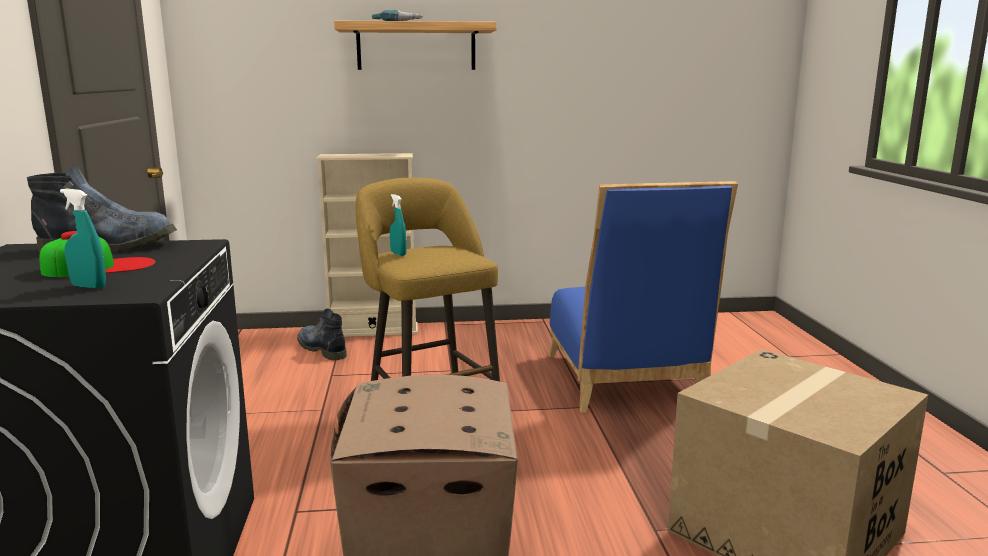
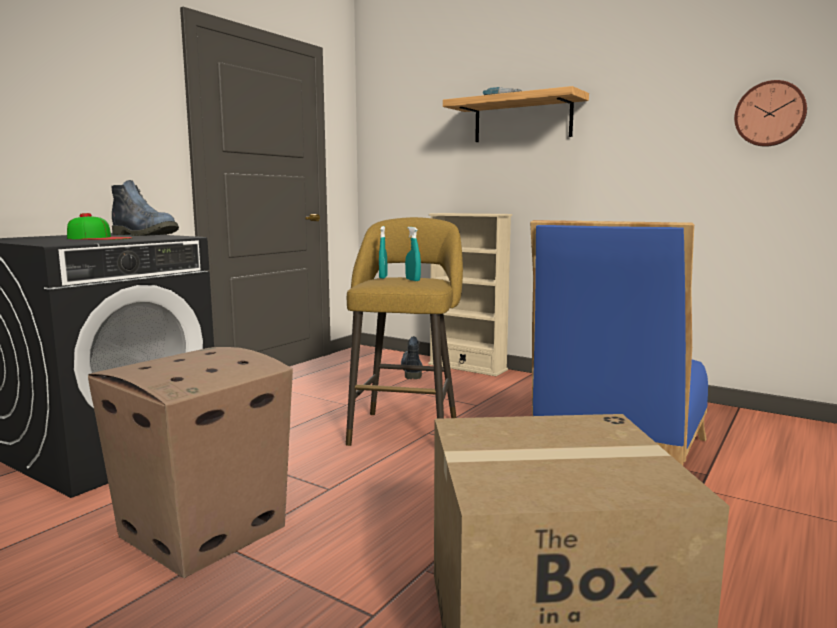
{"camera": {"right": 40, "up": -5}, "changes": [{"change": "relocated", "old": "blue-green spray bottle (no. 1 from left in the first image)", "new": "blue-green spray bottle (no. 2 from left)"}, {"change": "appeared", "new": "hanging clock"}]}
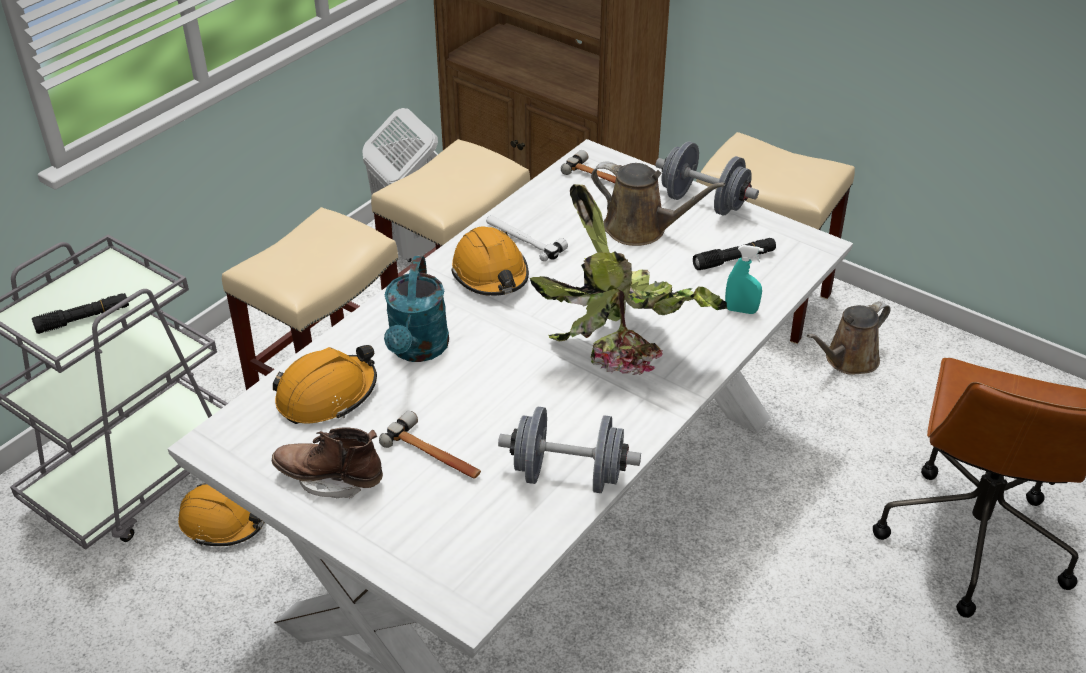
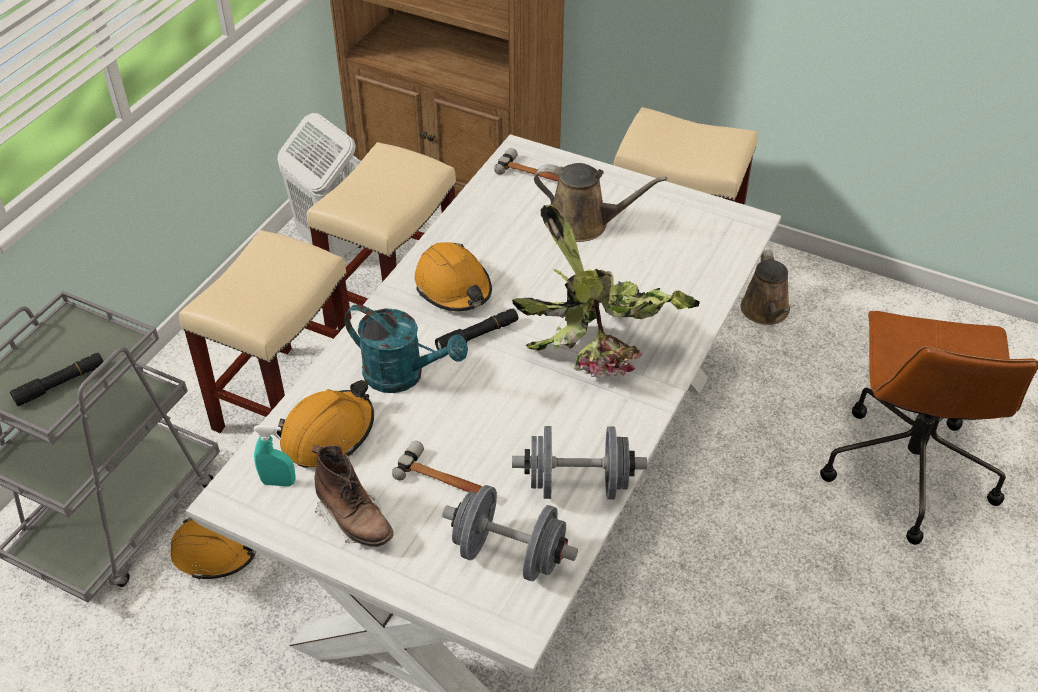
{"camera": {"right": -10, "up": 5}, "changes": [{"change": "relocated", "old": "blue-green spray bottle"}, {"change": "spun", "old": "brown tall boot", "degrees": -135}, {"change": "spun", "old": "blue-green watering pot", "degrees": -60}, {"change": "relocated", "old": "black flashlight (no. 2 from left)"}, {"change": "relocated", "old": "greyish hand weight (no. 2 from left in the first image)", "new": "greyish hand weight (no. 1 from left)"}, {"change": "spun", "old": "brown watering pot (no. 2 from left)", "degrees": -45}, {"change": "missing", "old": "hand hammer (no. 2 from left)"}]}
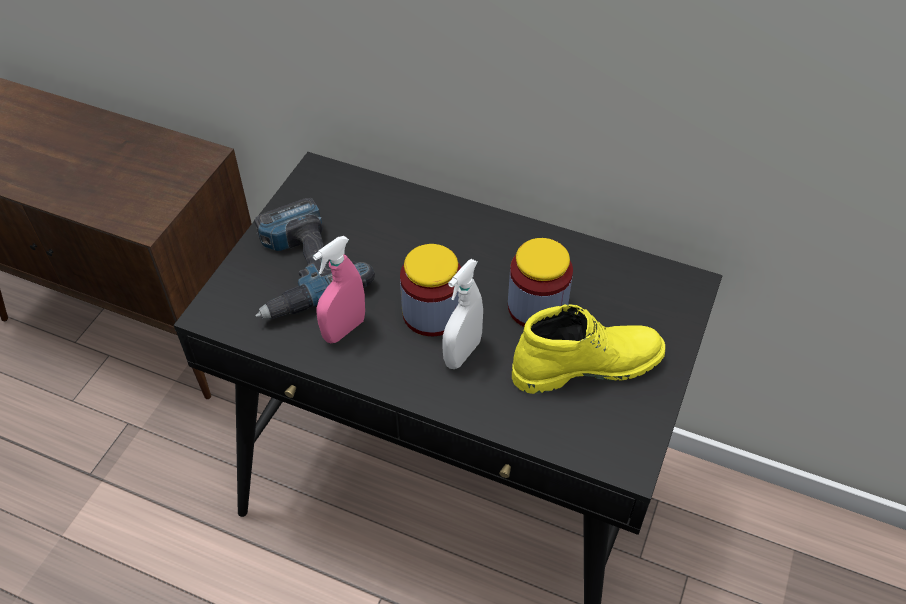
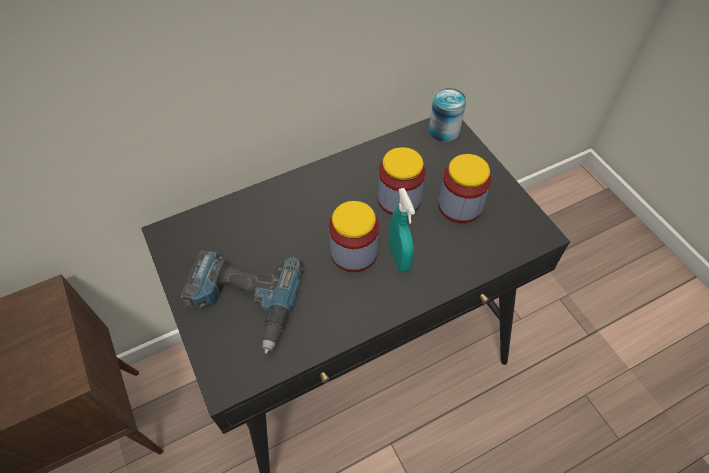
{"camera": {"right": -50, "up": 5}, "changes": [{"change": "colour", "old": "whitish spray bottle", "new": "blue-green spray bottle"}, {"change": "appeared", "new": "can"}, {"change": "exchanged", "old": "yellow tall boot", "new": "preserve jar (no. 3 from left)"}, {"change": "missing", "old": "pink-coloured spray bottle"}]}
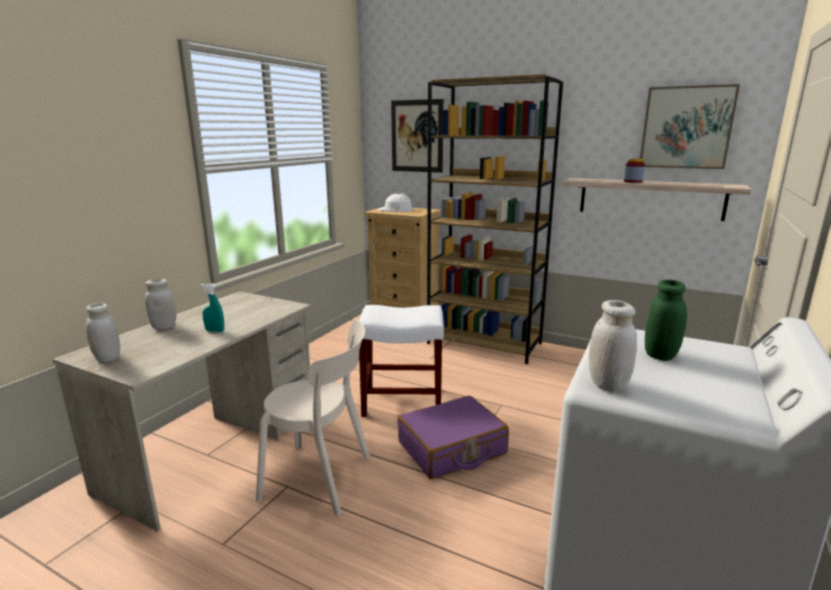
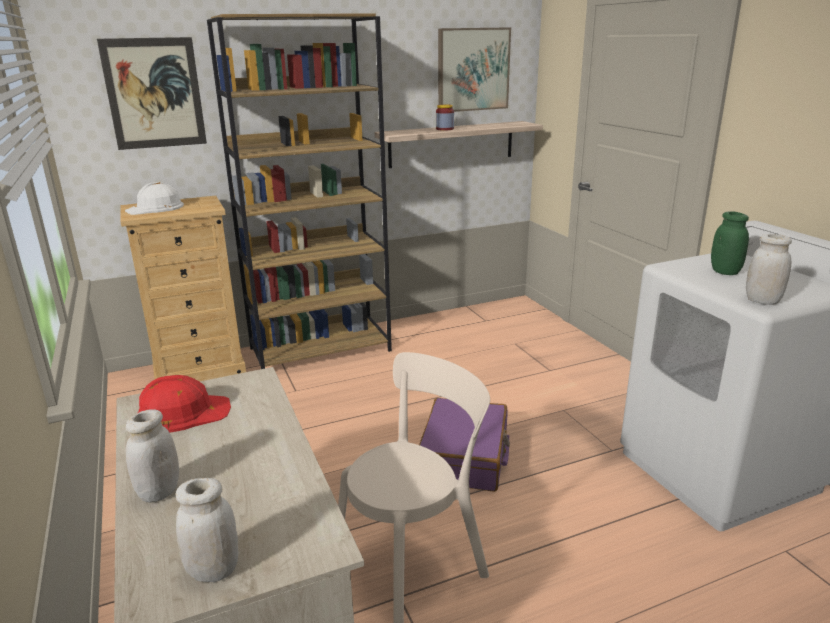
{"camera": {"right": -50, "up": 5}, "changes": [{"change": "appeared", "new": "red safety helmet"}, {"change": "missing", "old": "blue-green spray bottle"}, {"change": "missing", "old": "whitish stool"}]}
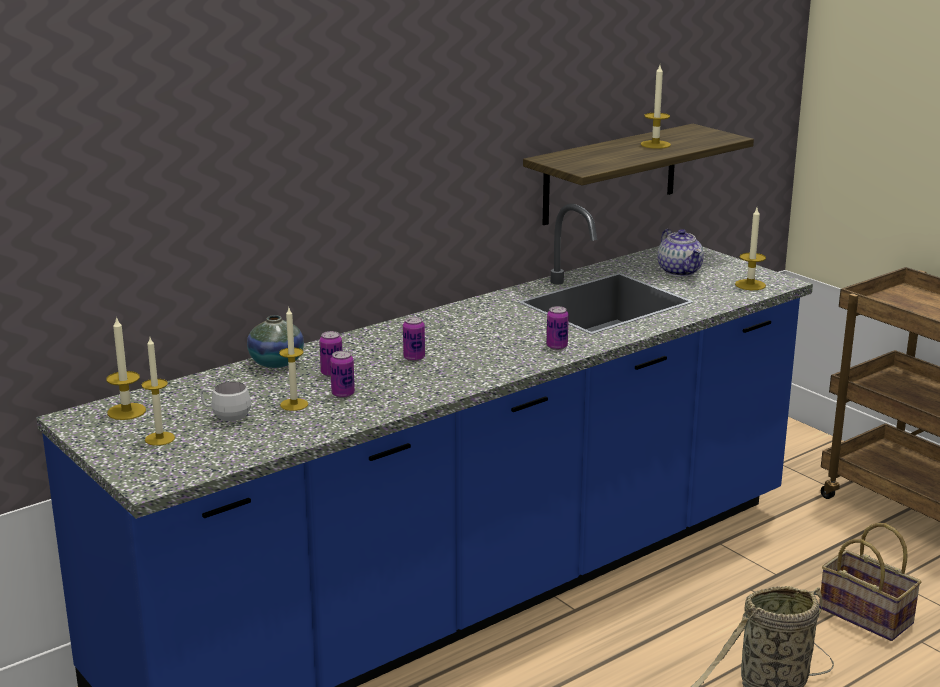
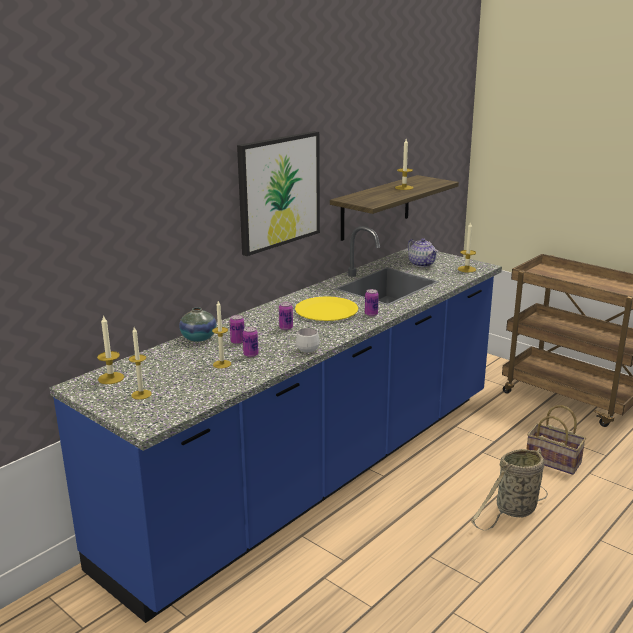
{"camera": {"right": -10, "up": 0}, "changes": [{"change": "appeared", "new": "wall picture"}, {"change": "relocated", "old": "whitish coffee mug"}, {"change": "appeared", "new": "yellow plate"}]}
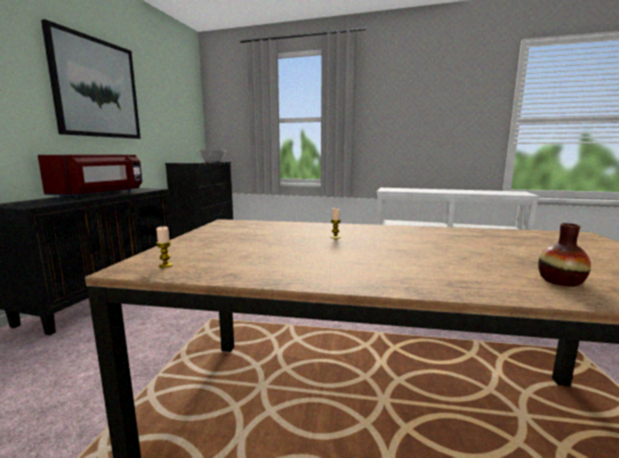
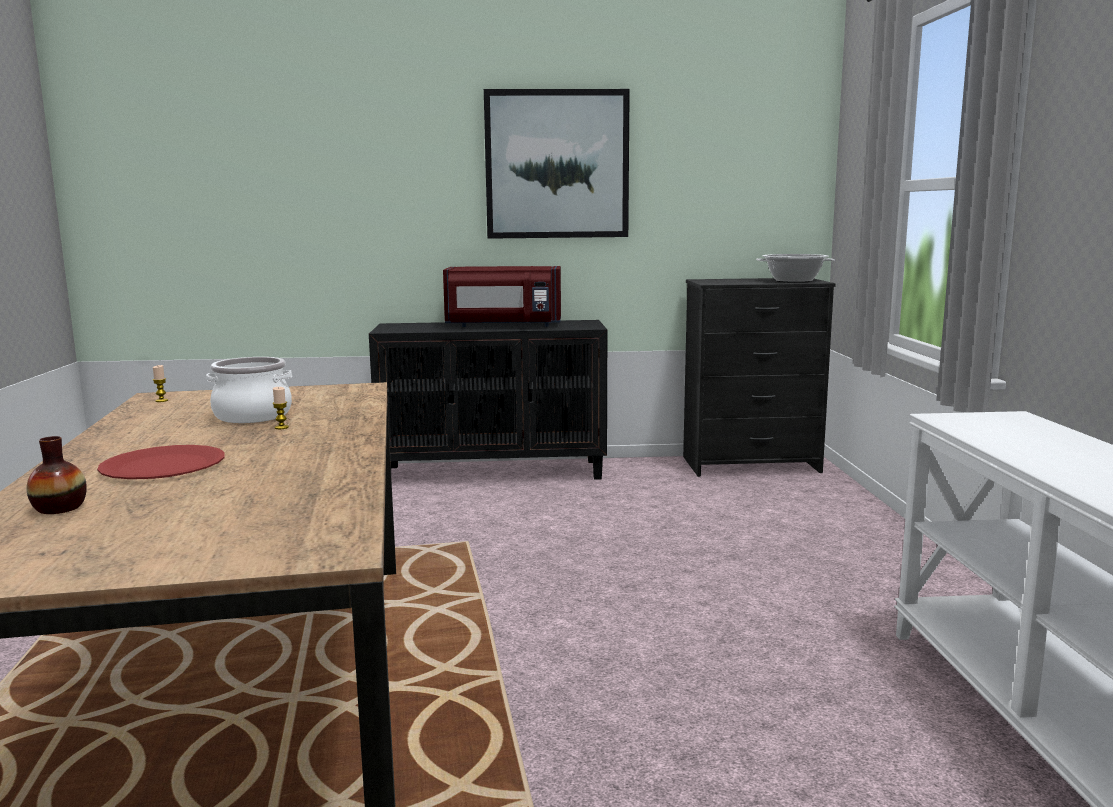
{"camera": {"right": 70, "up": 0}, "changes": [{"change": "appeared", "new": "red plate"}, {"change": "appeared", "new": "stockpot (no. 1 from left)"}]}
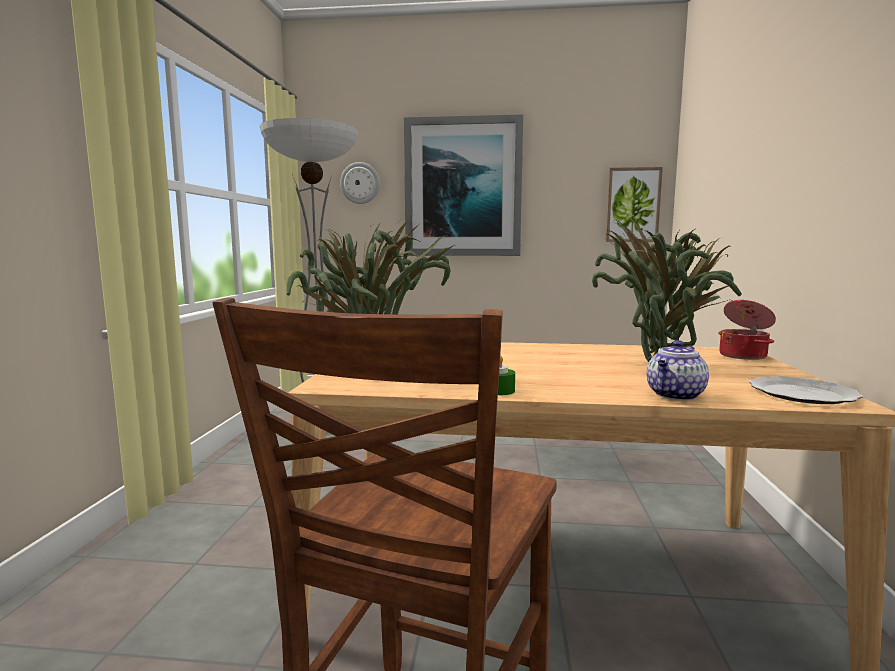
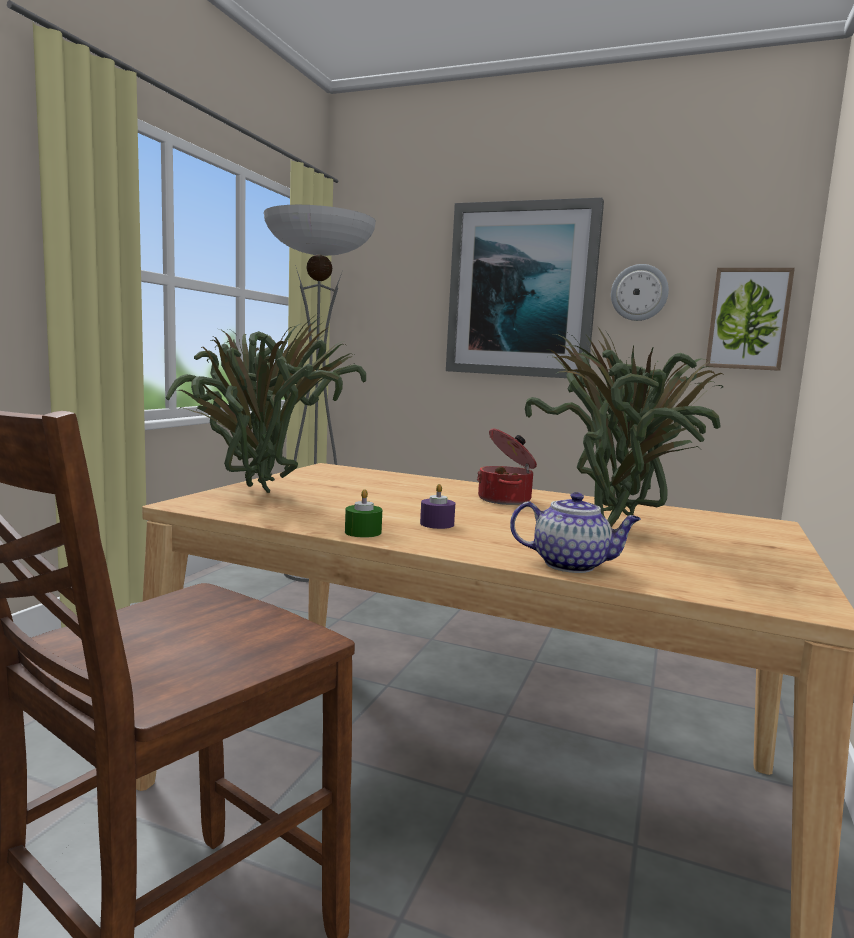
{"camera": {"right": 15, "up": 0}, "changes": [{"change": "appeared", "new": "purple-coloured candle"}, {"change": "relocated", "old": "stockpot"}, {"change": "spun", "old": "pot for tea", "degrees": -135}, {"change": "relocated", "old": "hanging clock"}, {"change": "missing", "old": "plate"}]}
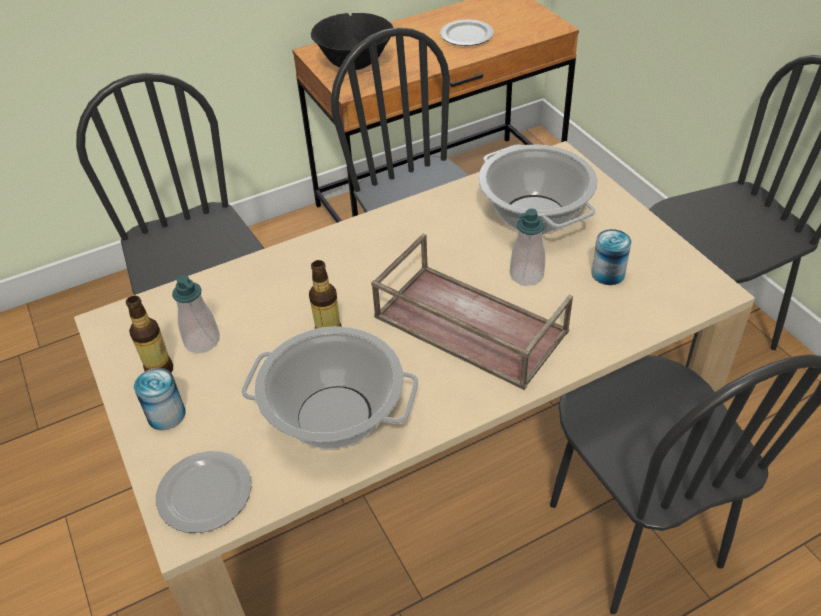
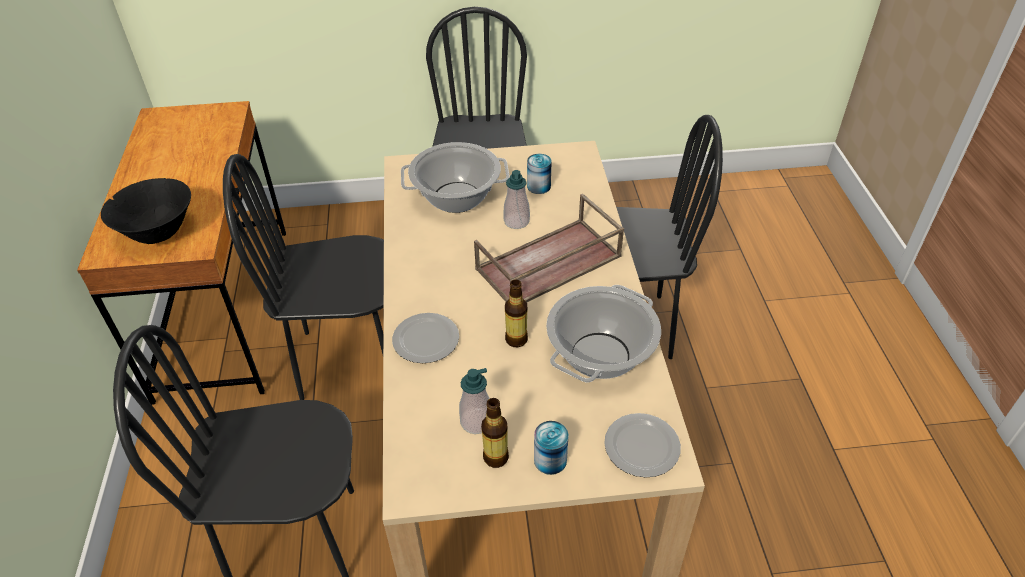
{"camera": {"right": -70, "up": 0}, "changes": [{"change": "relocated", "old": "plate (no. 2 from left in the first image)", "new": "plate (no. 1 from left)"}]}
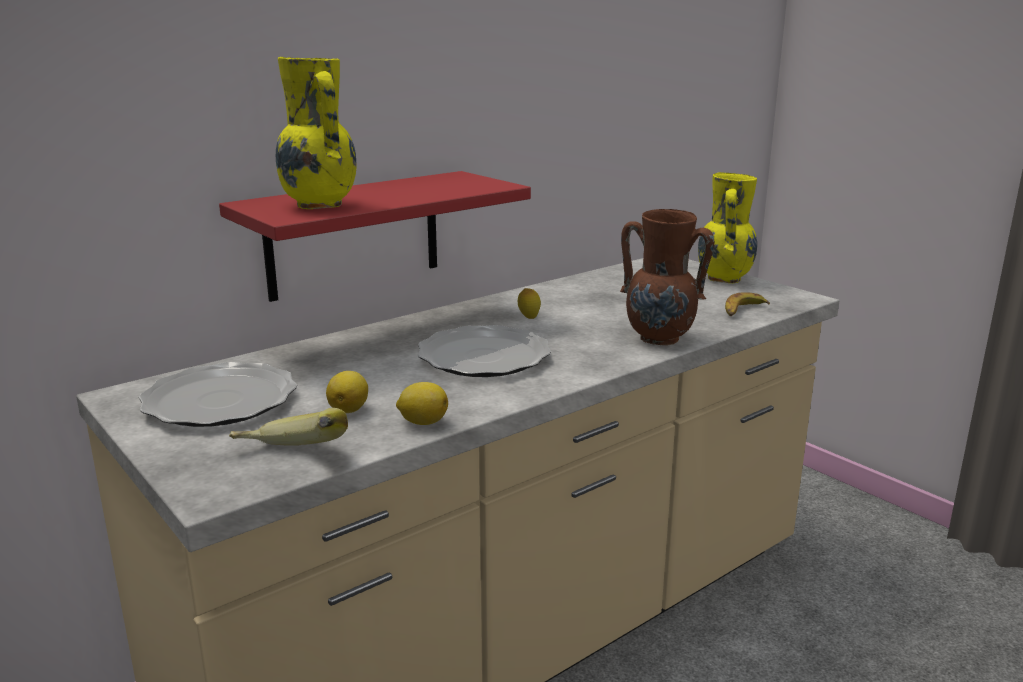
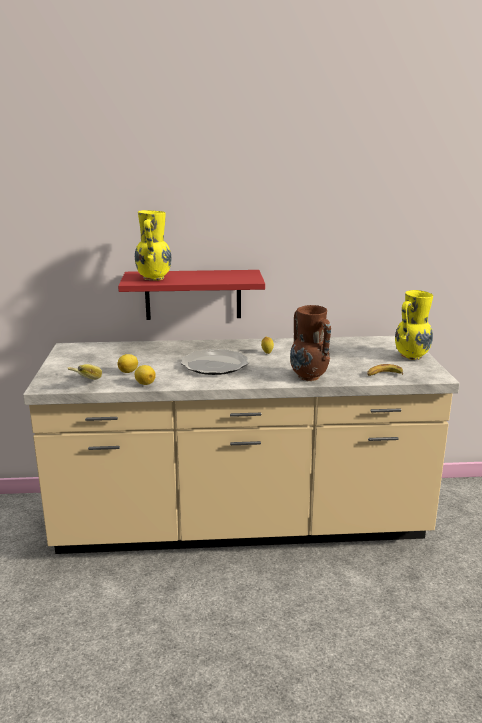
{"camera": {"right": 35, "up": 0}, "changes": [{"change": "missing", "old": "plate (no. 1 from left)"}]}
